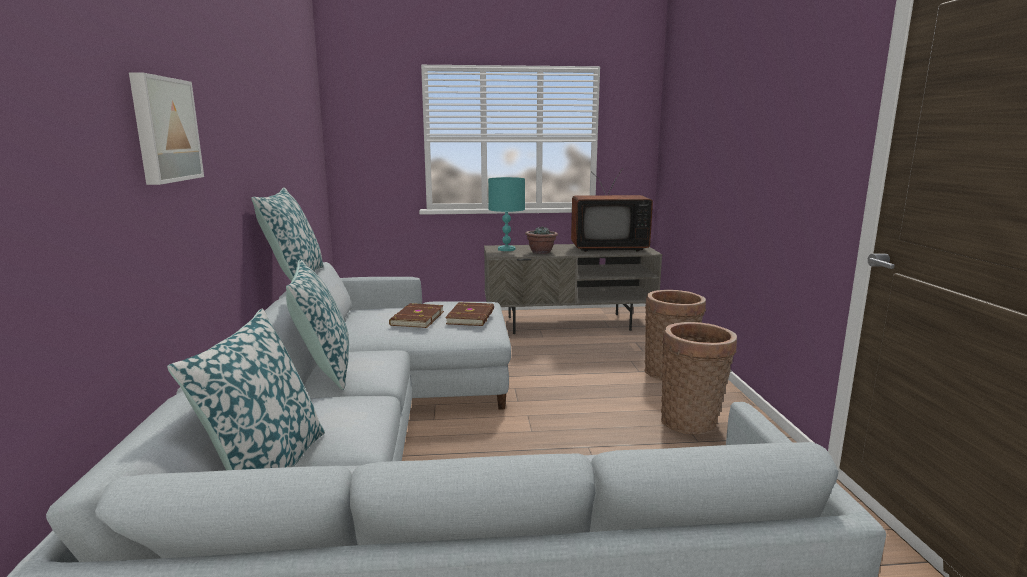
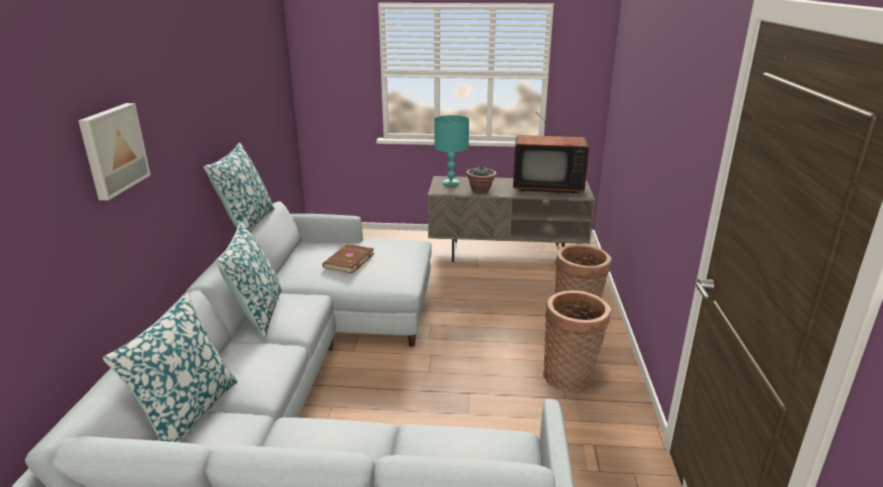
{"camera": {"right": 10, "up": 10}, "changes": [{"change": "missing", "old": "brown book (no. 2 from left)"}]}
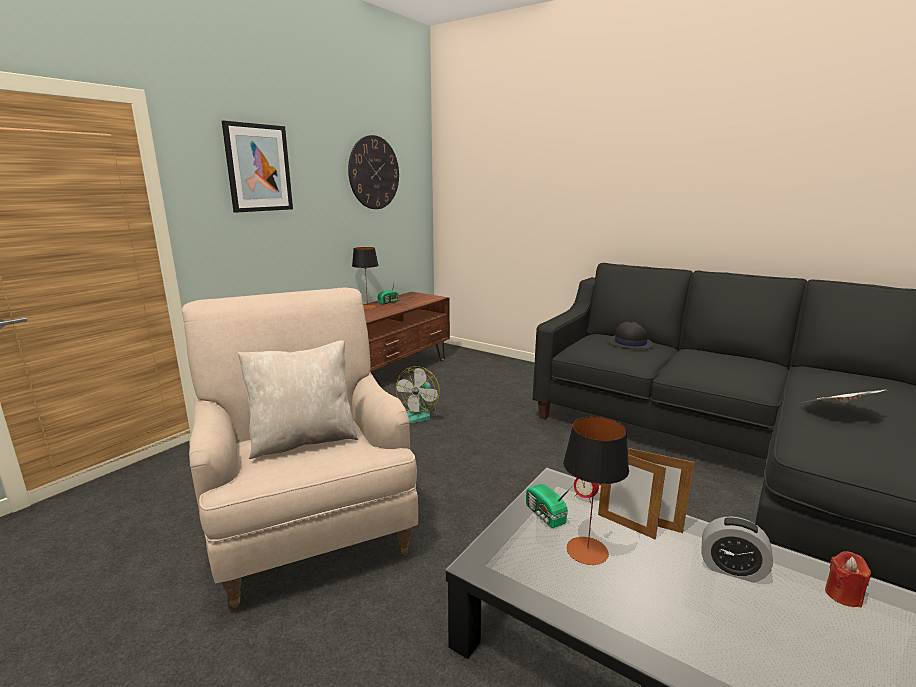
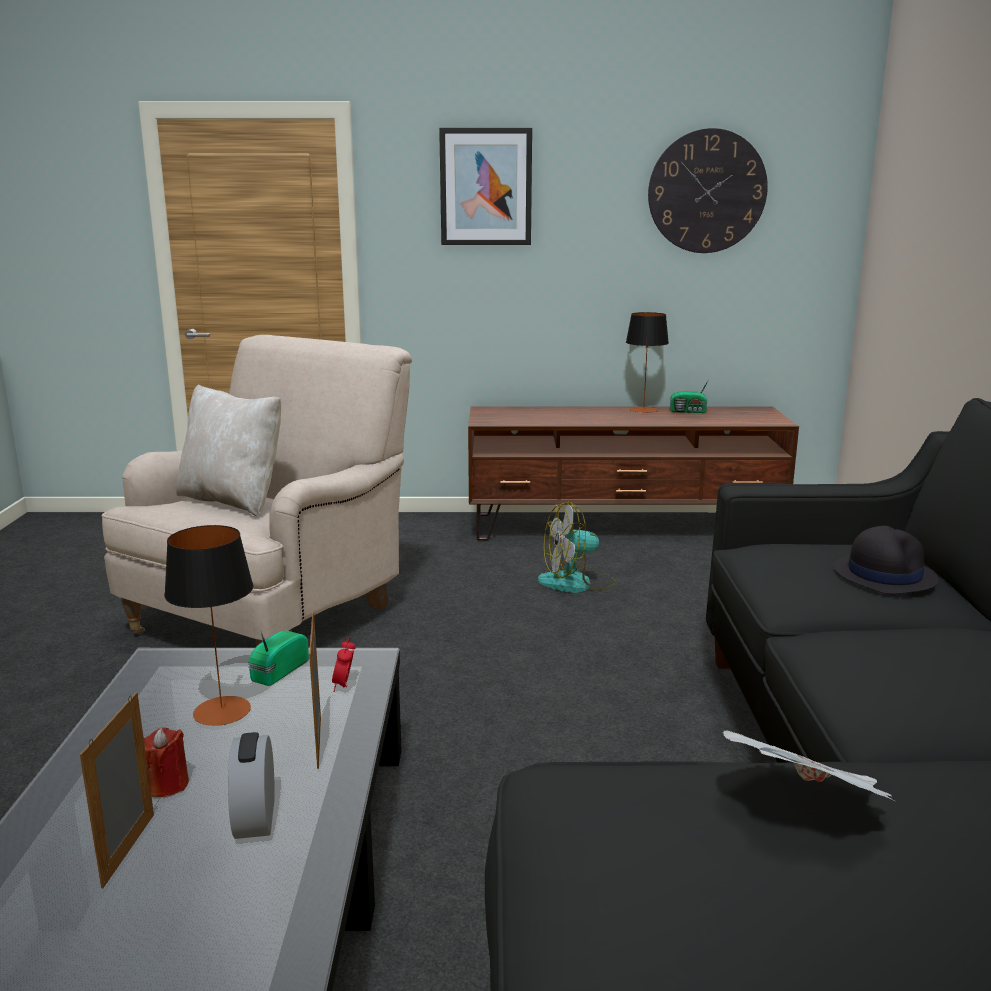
{"camera": {"right": 55, "up": 0}, "changes": [{"change": "relocated", "old": "standing frame (no. 1 from left)"}, {"change": "relocated", "old": "red candle"}]}
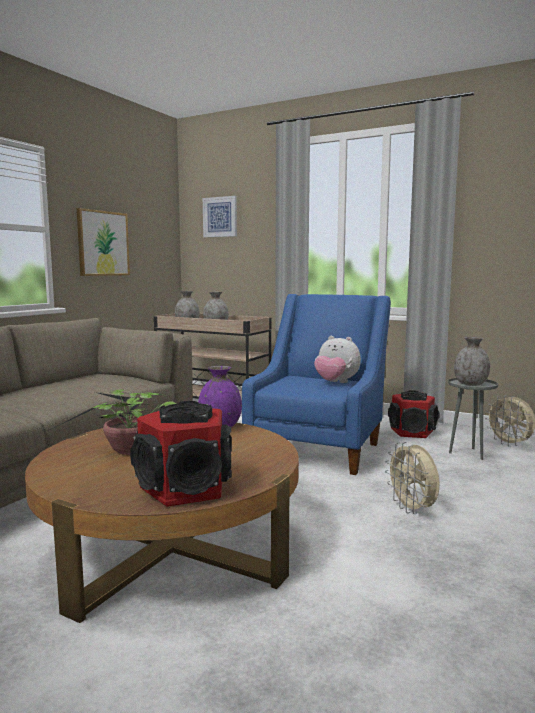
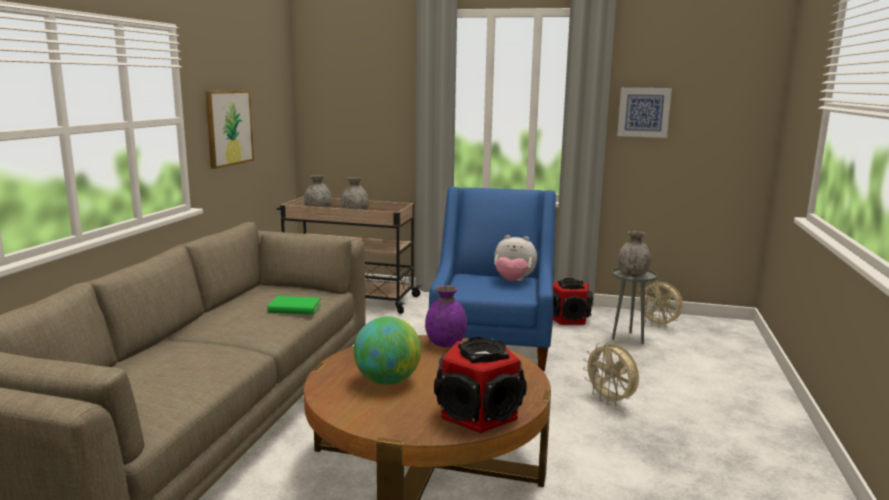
{"camera": {"right": -15, "up": 5}, "changes": [{"change": "appeared", "new": "greenish book"}, {"change": "exchanged", "old": "potted plant", "new": "world globe"}, {"change": "relocated", "old": "wall picture (no. 2 from left)"}]}
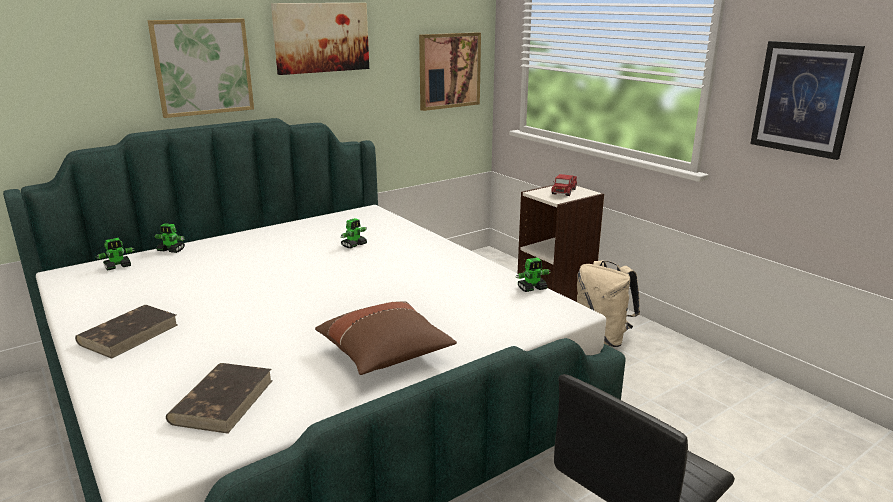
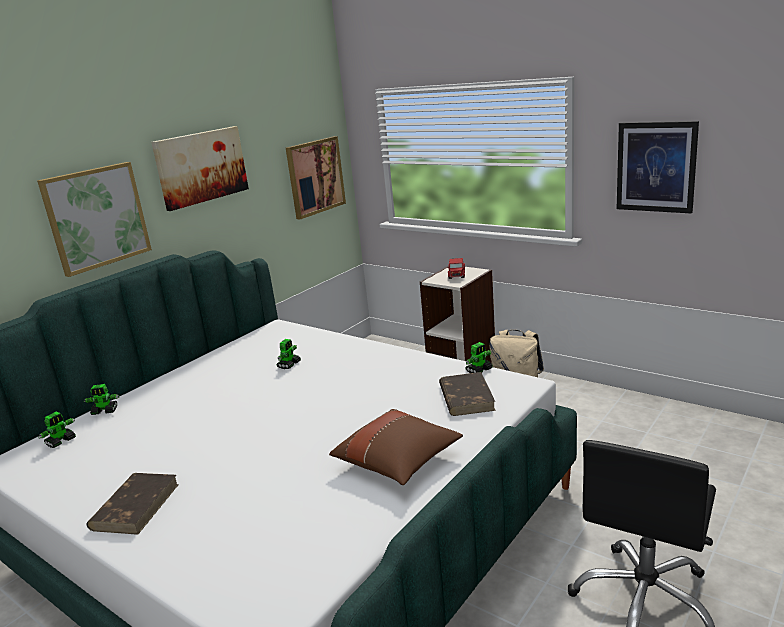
{"camera": {"right": -15, "up": 0}, "changes": [{"change": "relocated", "old": "brown book (no. 2 from left)"}]}
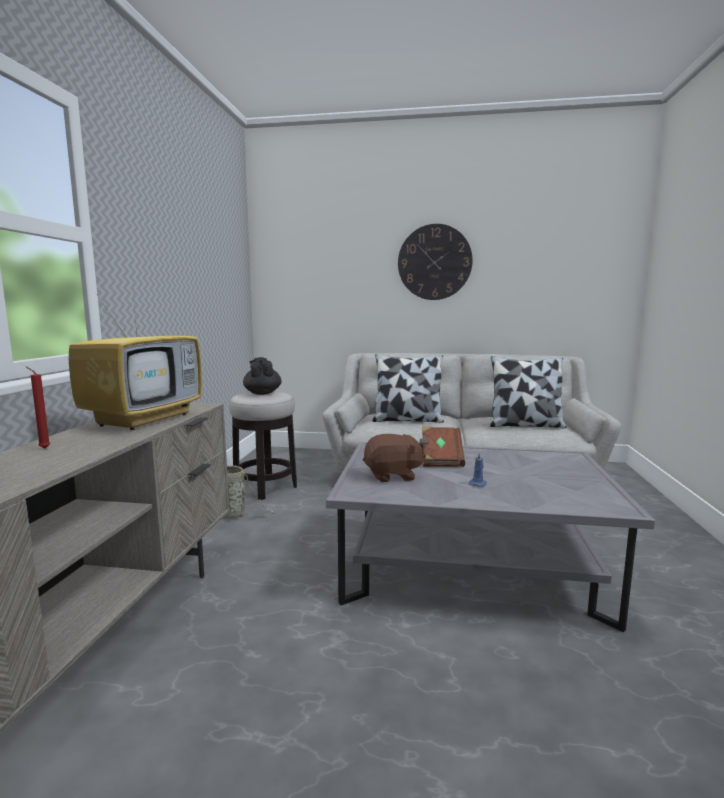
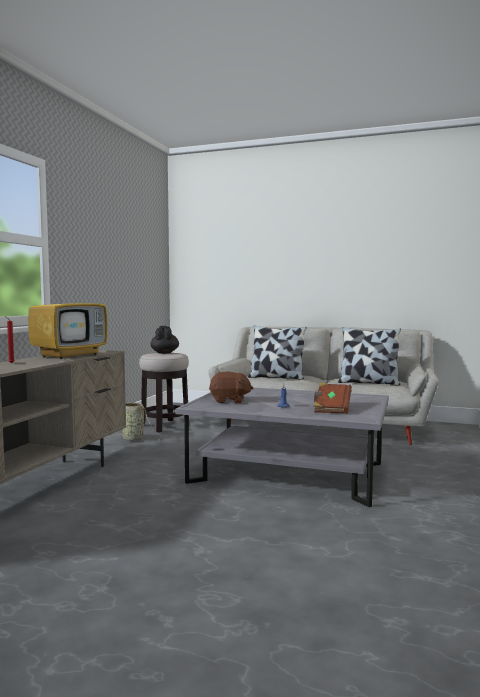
{"camera": {"right": 10, "up": -5}, "changes": [{"change": "relocated", "old": "brown book"}, {"change": "missing", "old": "hanging clock"}]}
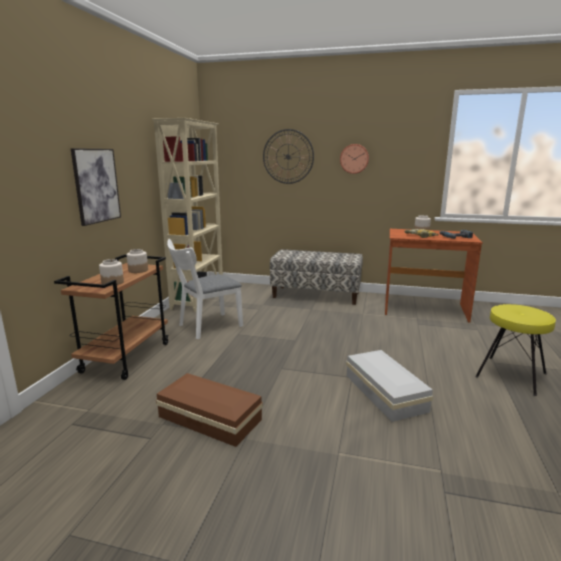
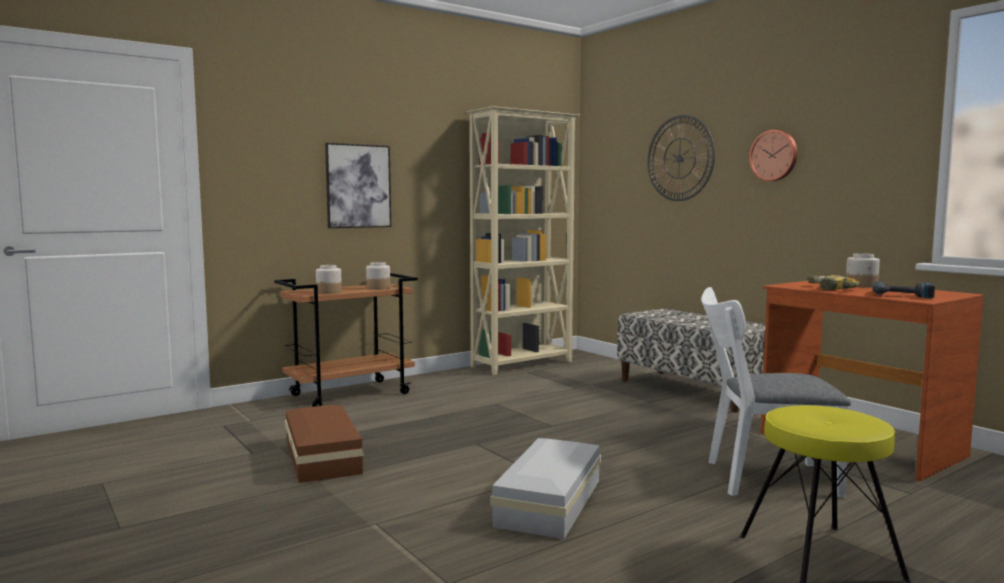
{"camera": {"right": 40, "up": -10}, "changes": [{"change": "relocated", "old": "whitish plain chair"}]}
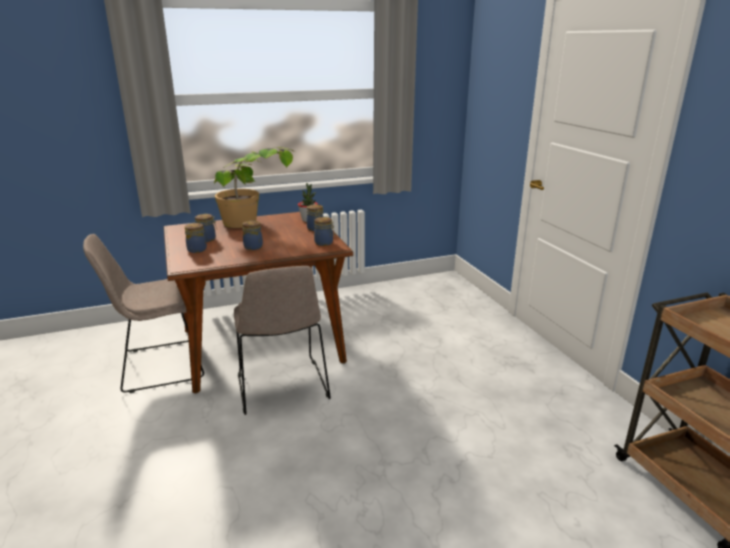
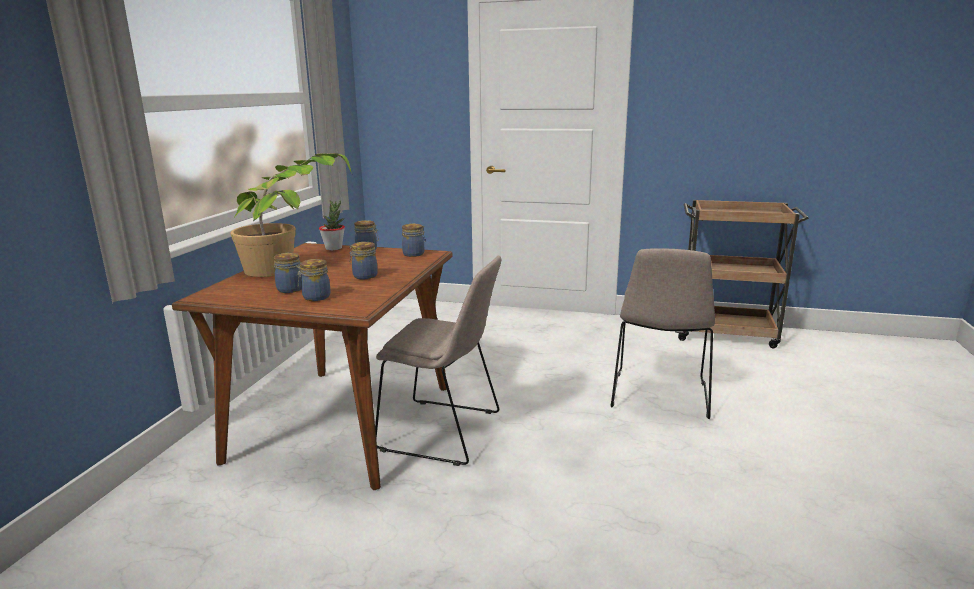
{"camera": {"right": -55, "up": -5}, "changes": [{"change": "relocated", "old": "beige plain chair (no. 1 from left in the first image)", "new": "beige plain chair (no. 2 from left)"}]}
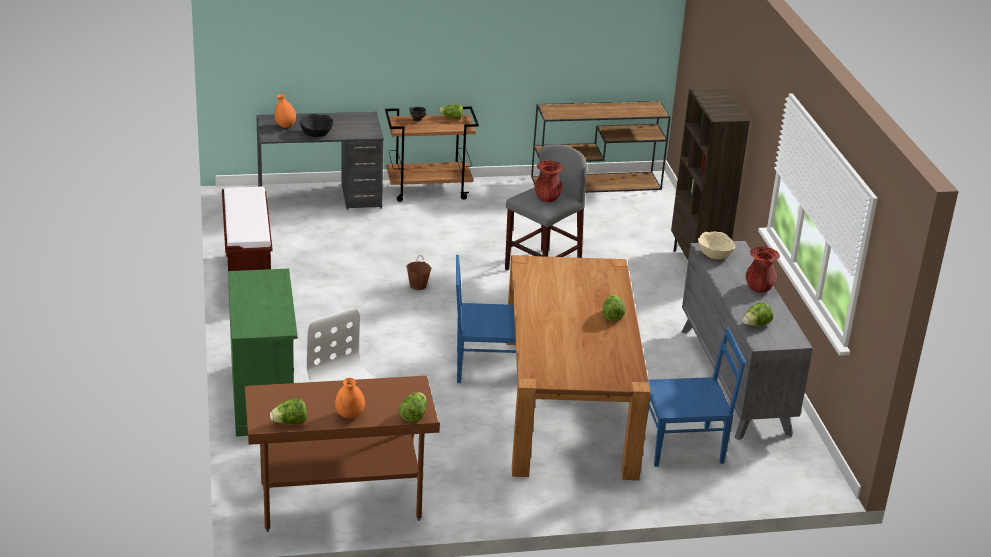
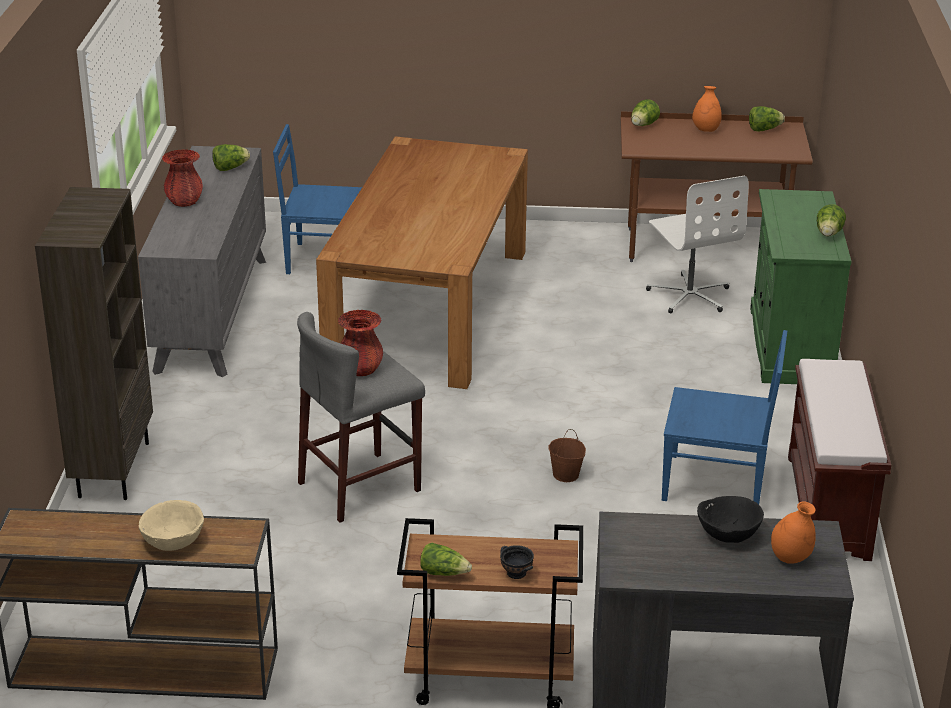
{"camera": {"right": -165, "up": 0}, "changes": [{"change": "relocated", "old": "beige bowl"}, {"change": "relocated", "old": "bluish plain chair (no. 1 from left in the first image)", "new": "bluish plain chair (no. 2 from left)"}, {"change": "relocated", "old": "lettuce head (no. 4 from left in the first image)", "new": "lettuce head (no. 5 from left)"}]}
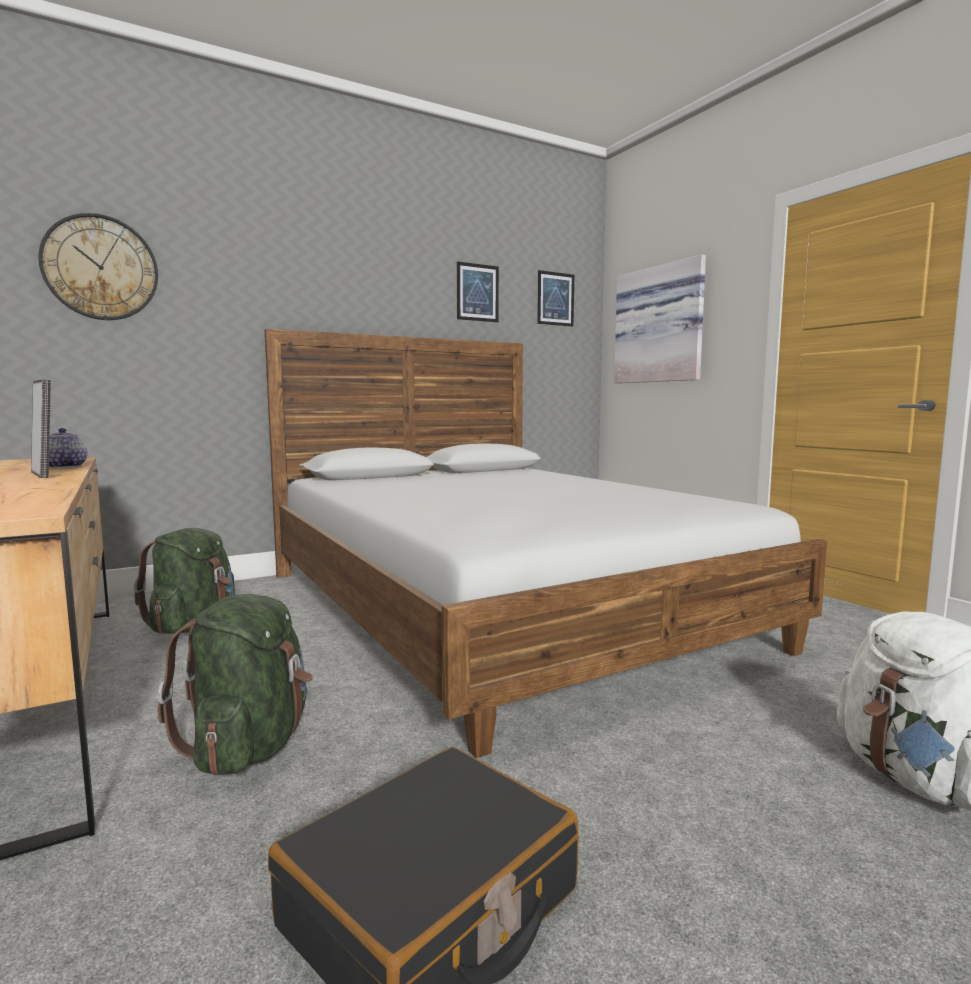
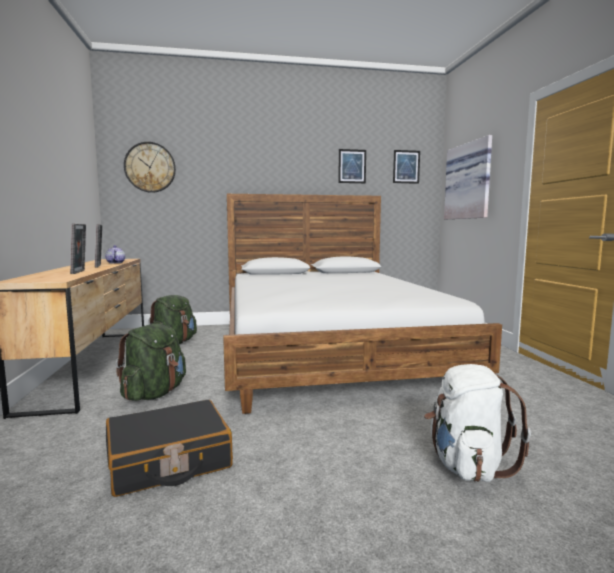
{"camera": {"right": 20, "up": 0}, "changes": [{"change": "appeared", "new": "standing frame (no. 1 from left)"}]}
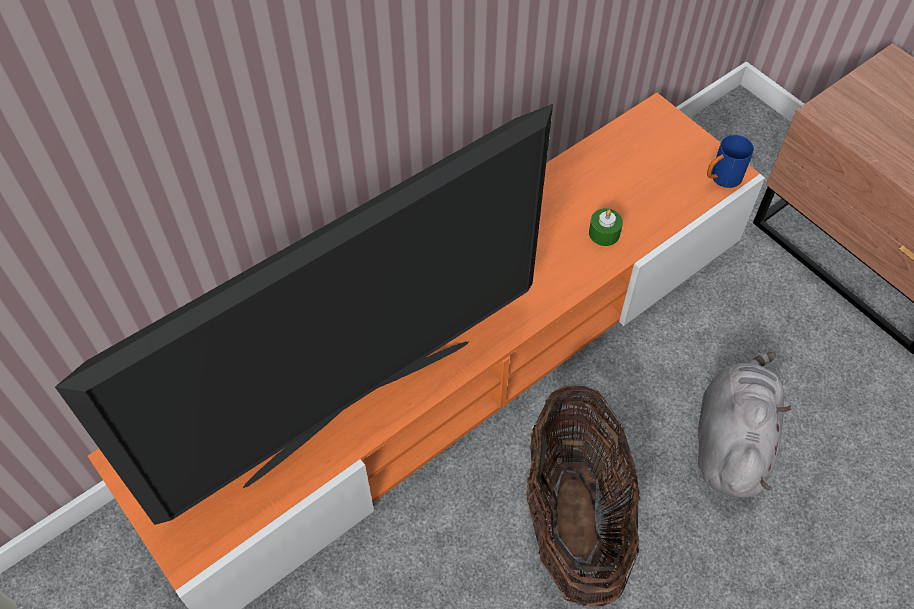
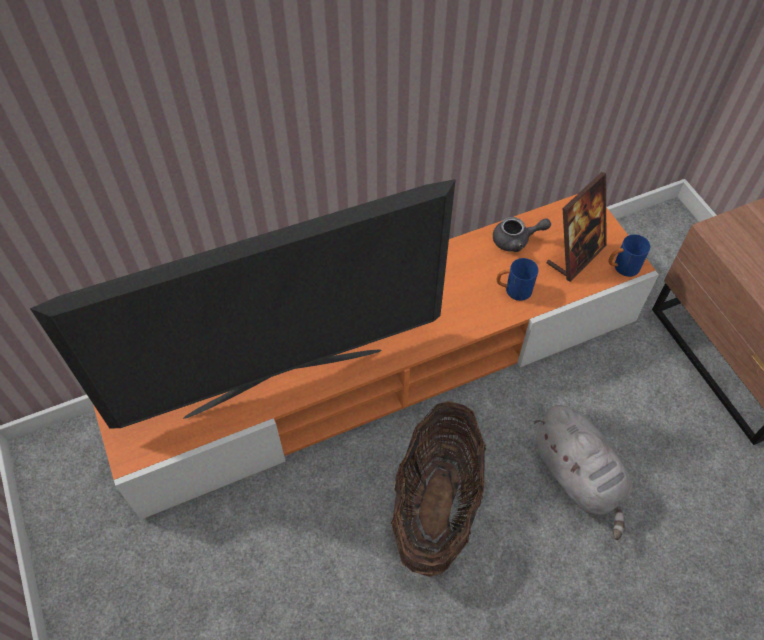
{"camera": {"right": 15, "up": 0}, "changes": [{"change": "appeared", "new": "greyish pot for tea"}, {"change": "exchanged", "old": "greenish candle", "new": "bluish coffee mug (no. 1 from left)"}, {"change": "spun", "old": "greyish soft toy", "degrees": 120}, {"change": "appeared", "new": "standing frame"}]}
